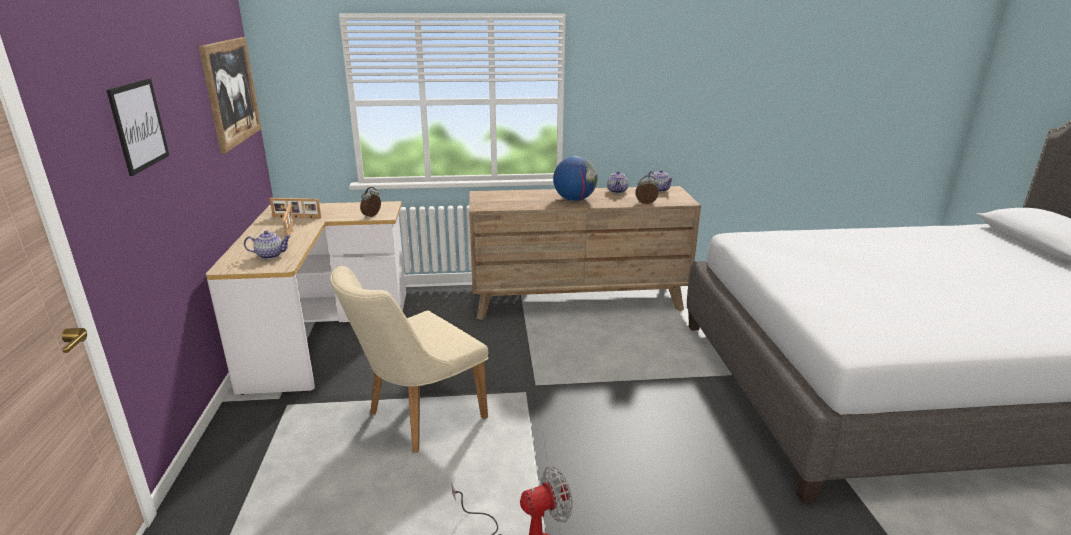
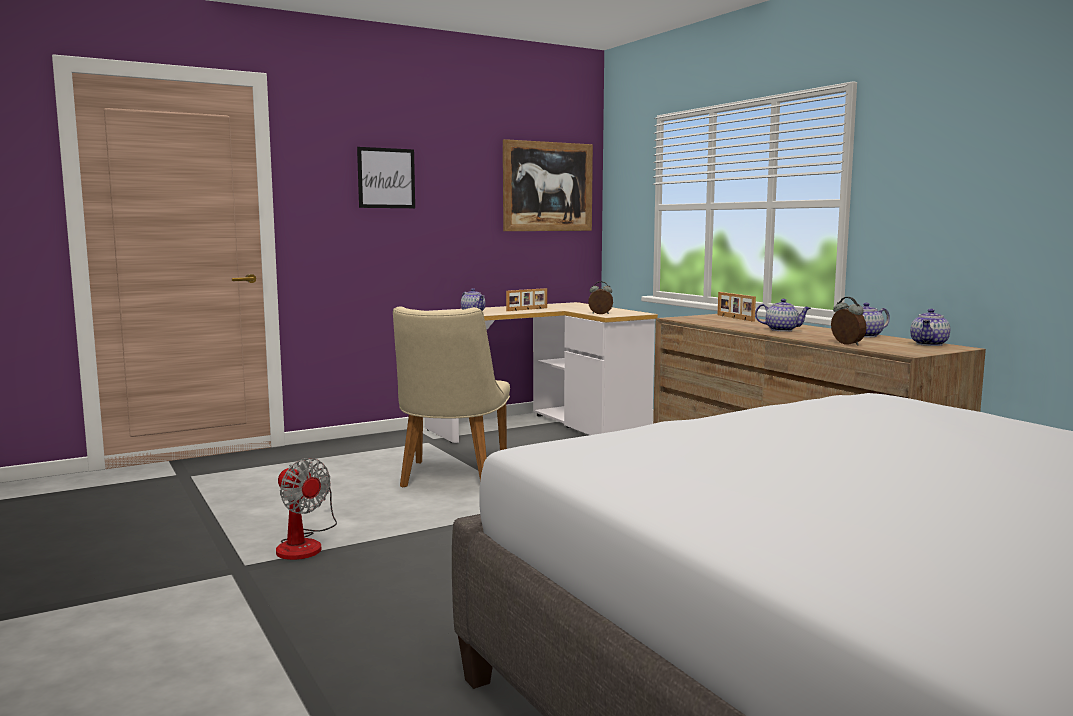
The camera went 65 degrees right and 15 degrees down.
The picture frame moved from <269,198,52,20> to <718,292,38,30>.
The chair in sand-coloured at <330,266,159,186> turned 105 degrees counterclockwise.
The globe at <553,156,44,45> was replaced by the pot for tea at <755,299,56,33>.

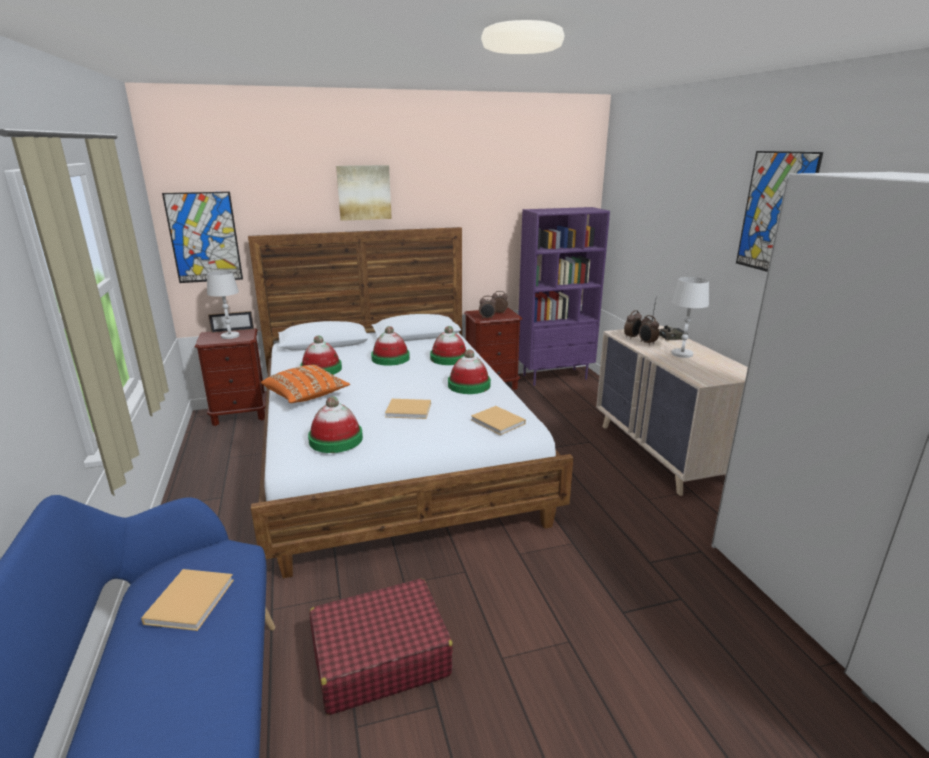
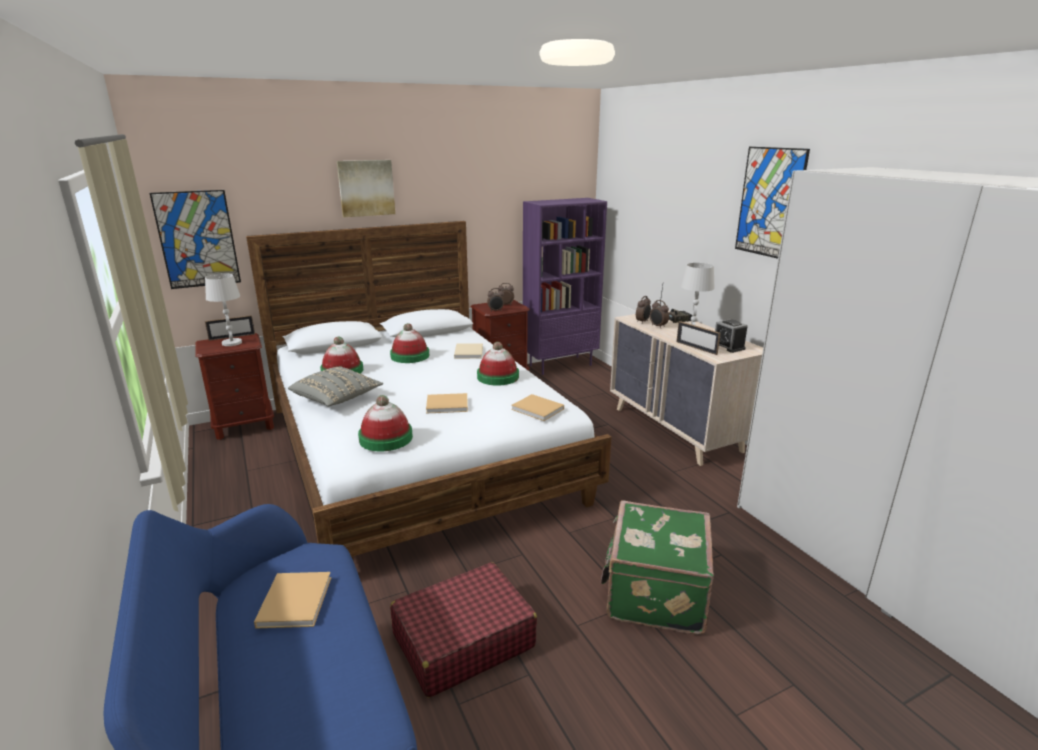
The camera went 10 degrees left and 0 degrees up.
The pillow in orange-coloured at <261,365,89,38> became the pillow in gray at <288,367,95,39>.
The hat at <430,326,36,39> was replaced by the volume in sand-coloured at <454,343,29,16>.
The travel case in greenish at <601,500,113,135> appeared.
The picture frame at <677,321,43,34> appeared.
The bedside clock at <715,319,33,34> appeared.

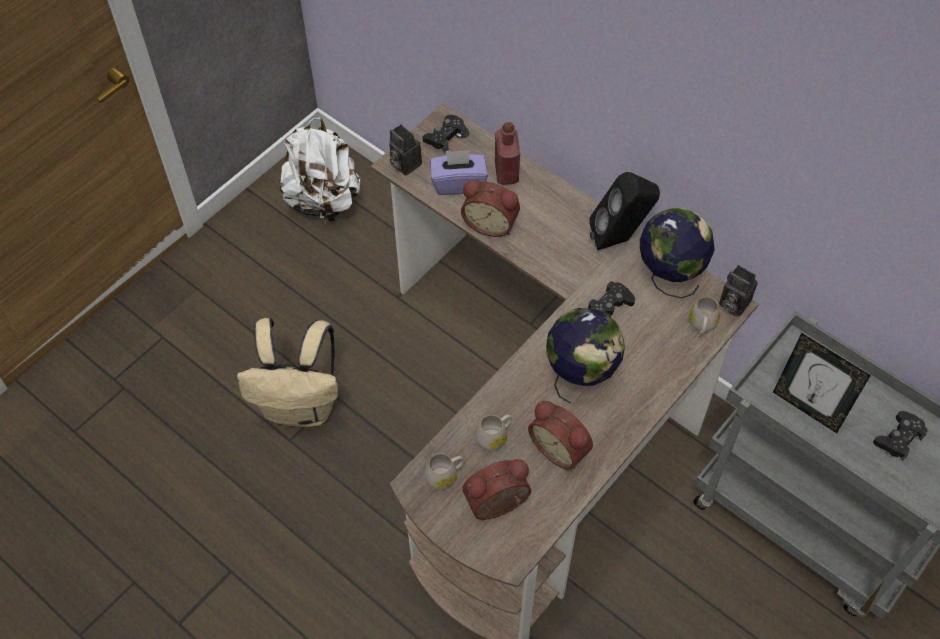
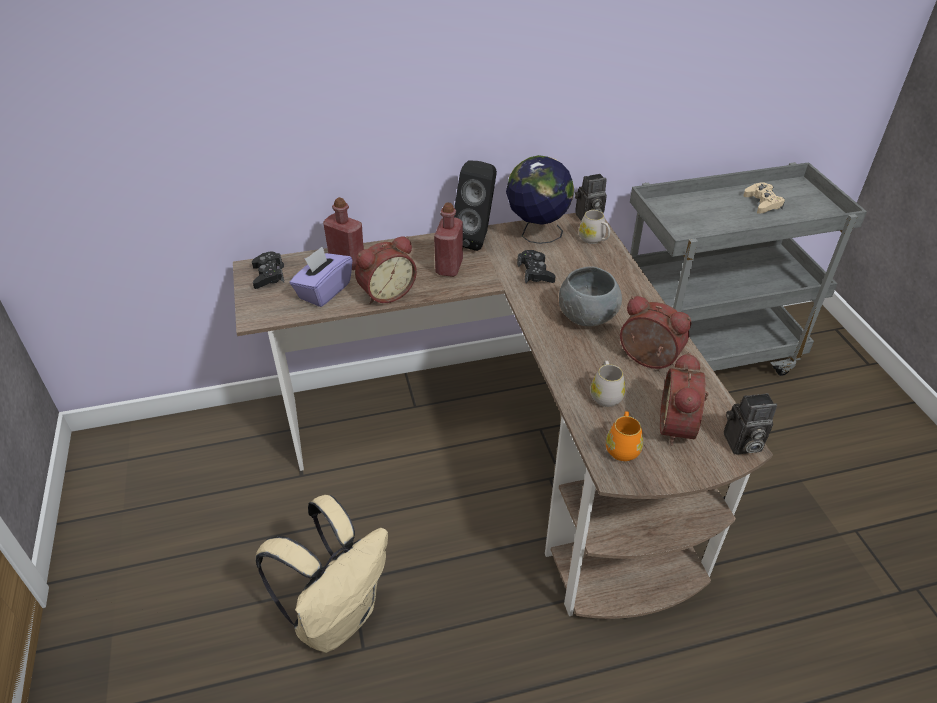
The camera went 55 degrees left and 15 degrees down.
The knapsack in white-coloured at <279,117,81,105> disappeared.
The photo camera moved from <389,125,33,51> to <724,393,53,61>.
The tea mug in white-coloured at <425,453,39,37> became the tea mug in orange-coloured at <606,411,37,50>.
The bedside clock at <528,401,65,69> turned 135 degrees counterclockwise.
The globe at <546,308,79,95> was replaced by the serving bowl in gray at <559,266,63,60>.
The picture frame at <773,333,98,100> disappeared.
The gamepad in black at <873,411,55,50> became the gamepad in sand-coloured at <743,182,42,32>.
The drink bottle in red-coloured at <434,203,29,74> appeared.

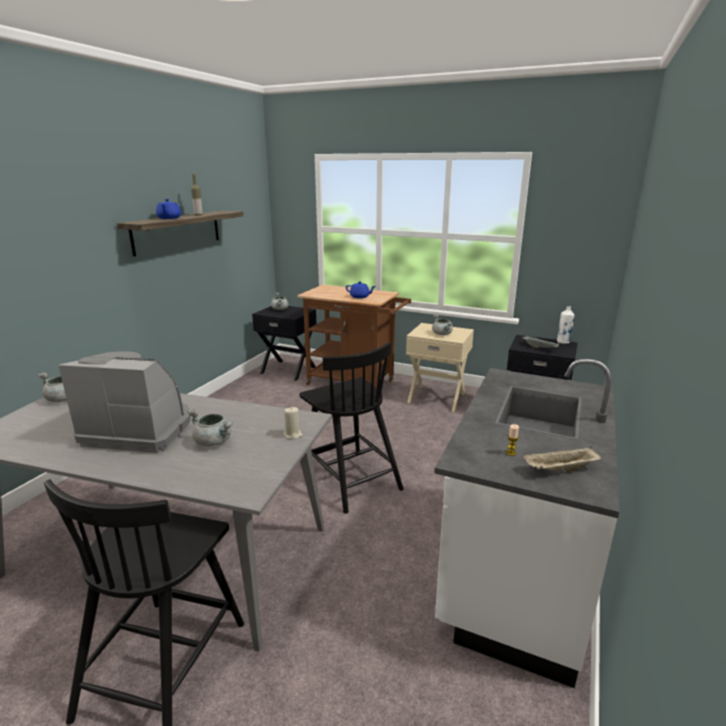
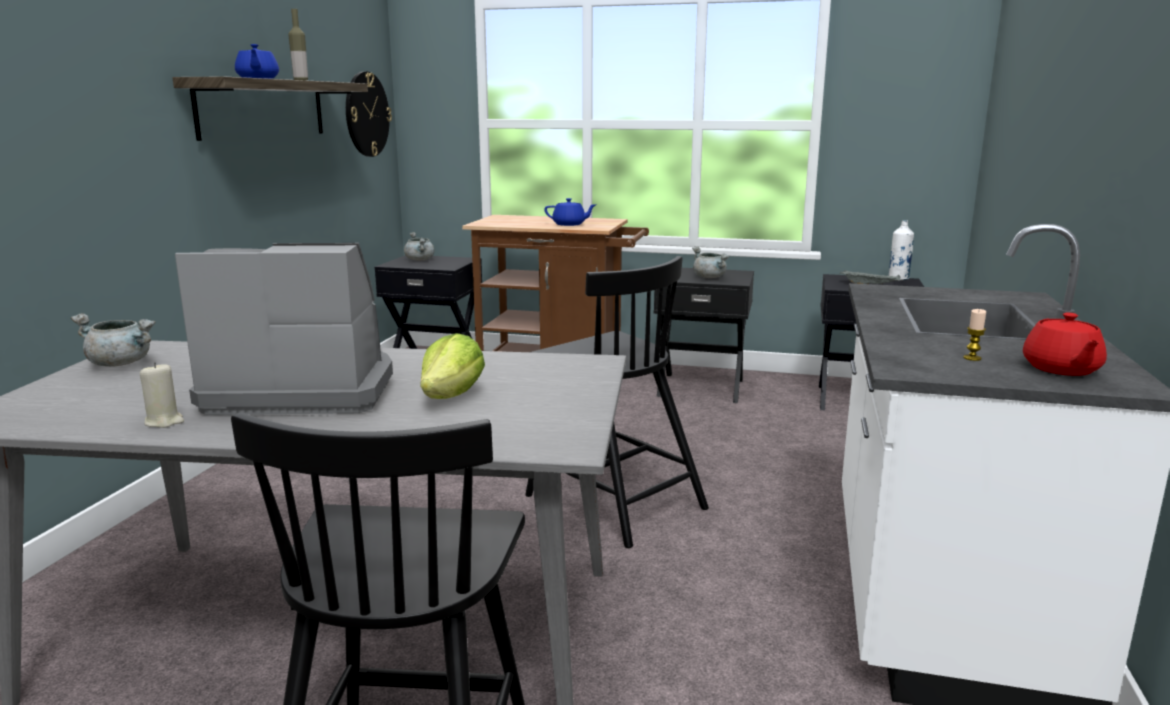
The camera went 10 degrees left and 5 degrees down.
The stockpot in gray at <188,409,45,38> was replaced by the head of lettuce at <420,333,65,66>.
The candle in sand-coloured moved from <284,407,19,32> to <140,362,44,66>.
The night table in sand-coloured at <406,323,68,89> became the night table in black at <654,268,100,135>.
The carrying tray in sand-coloured at <523,447,79,25> was replaced by the pot for tea in red-coloured at <1023,313,84,63>.
The hanging clock at <346,71,46,86> appeared.

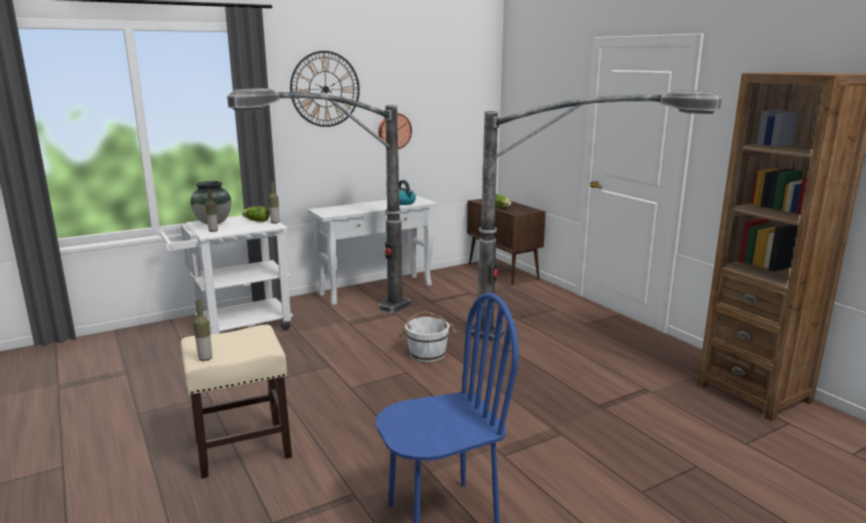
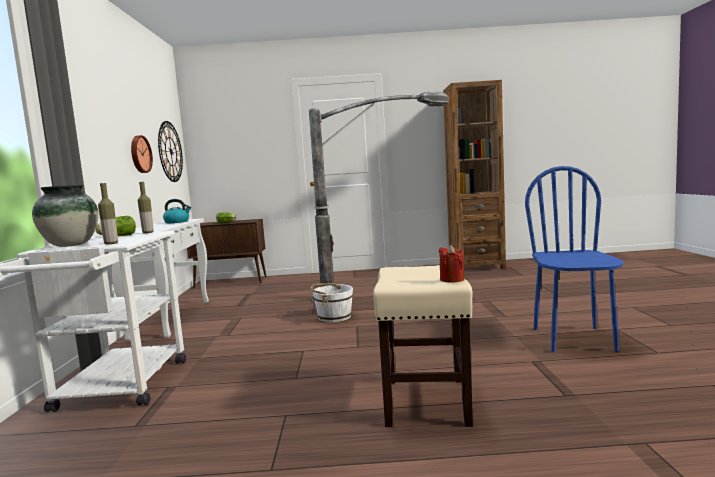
The camera went 60 degrees left and 10 degrees down.
The drink bottle at <193,299,19,62> was replaced by the candle in red-coloured at <439,245,25,38>.
The floor lamp at <227,88,184,225> disappeared.
The hanging clock moved from <290,51,70,76> to <158,121,25,61>.

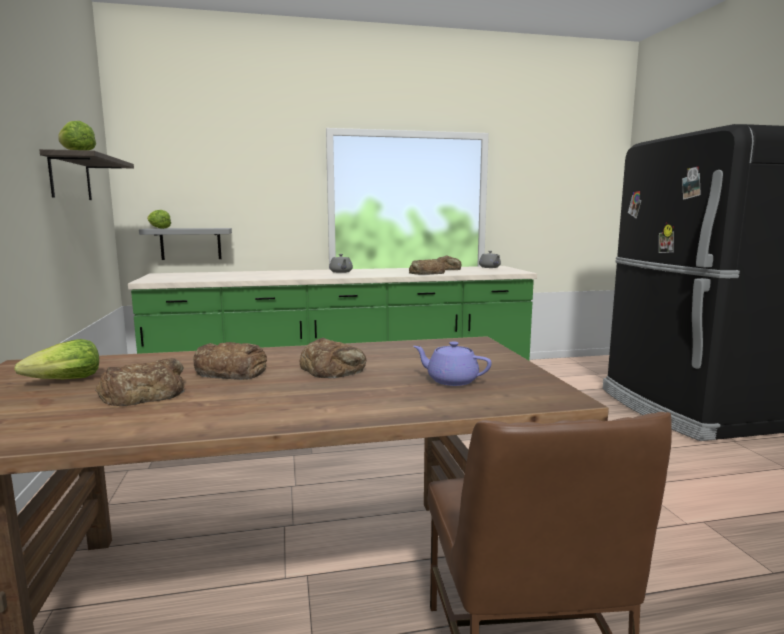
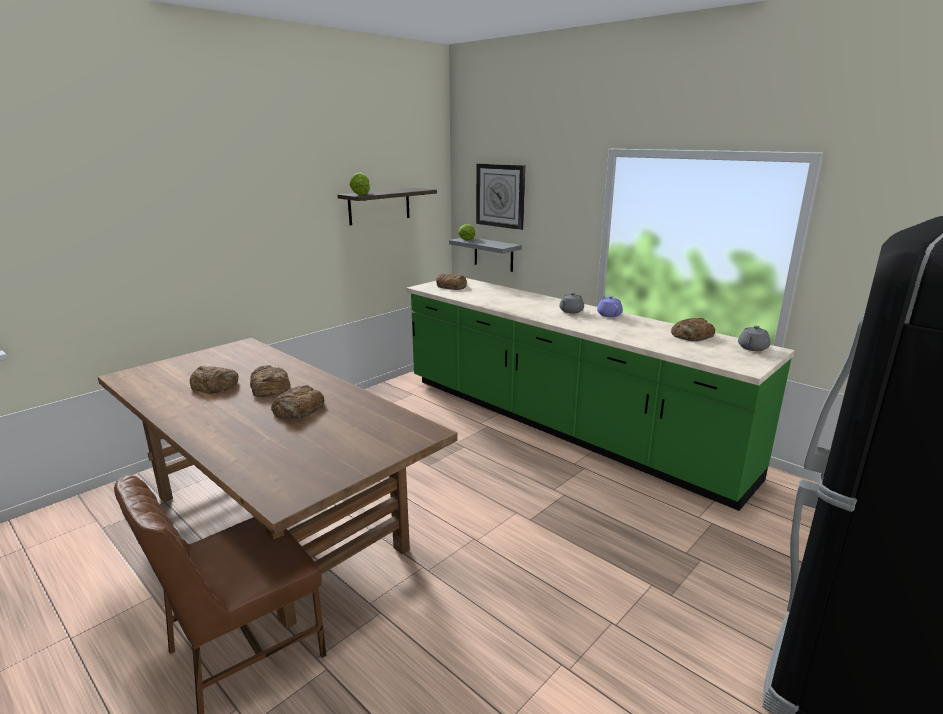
The camera went 55 degrees right and 10 degrees up.
The head of lettuce at <14,339,85,40> disappeared.
The bakery bread moved from <409,259,36,16> to <436,274,31,16>.
The pot for tea in purple-coloured moved from <413,342,79,44> to <597,295,26,22>.
The hanging clock at <476,163,49,67> appeared.

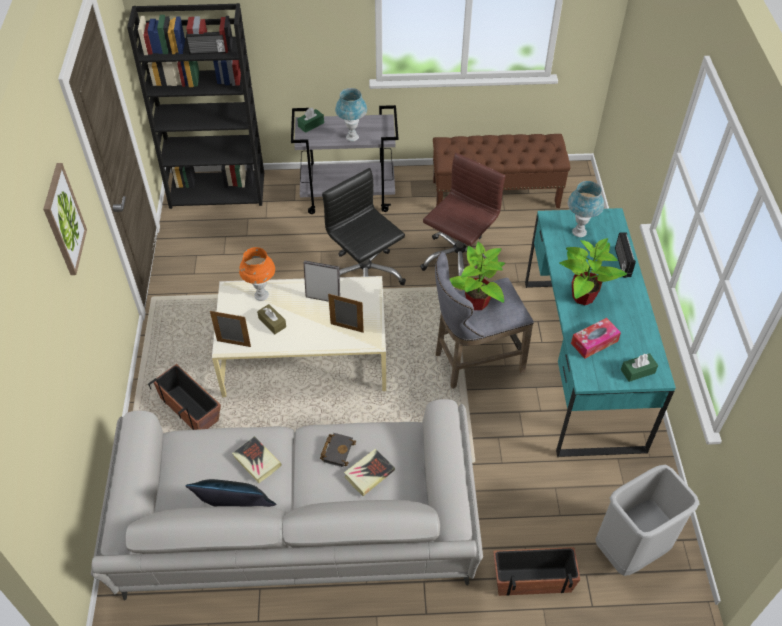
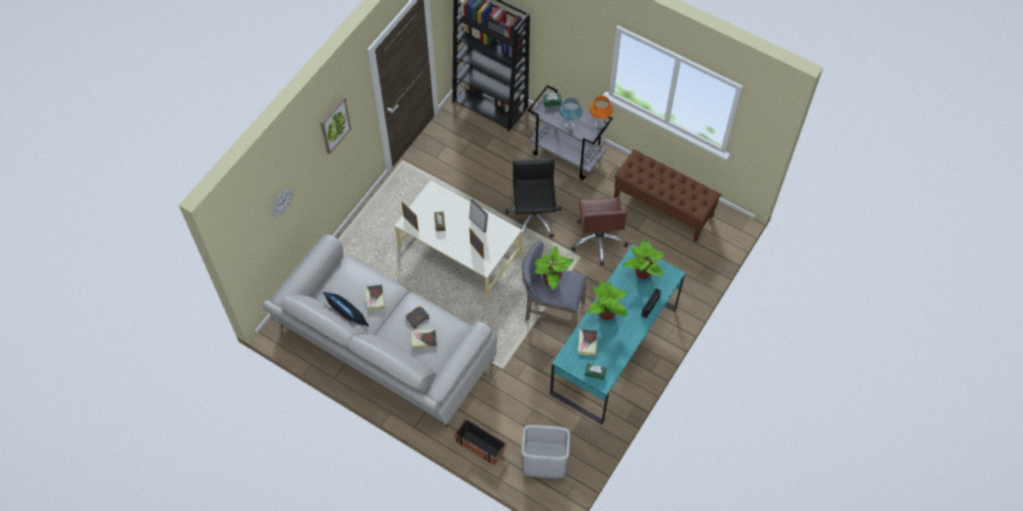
The camera went 35 degrees right and 10 degrees up.
The planter at <148,364,73,66> disappeared.
The tabletop lamp in orange-coloured moved from <239,247,36,54> to <589,96,24,32>.
The office chair in brown-coloured at <420,153,85,123> turned 105 degrees clockwise.
The tabletop lamp in blue-coloured at <568,181,36,56> was replaced by the potted plant at <623,240,42,39>.
The tissue holder at <571,318,50,41> was replaced by the volume at <578,329,20,26>.
The hanging clock at <272,188,21,29> appeared.

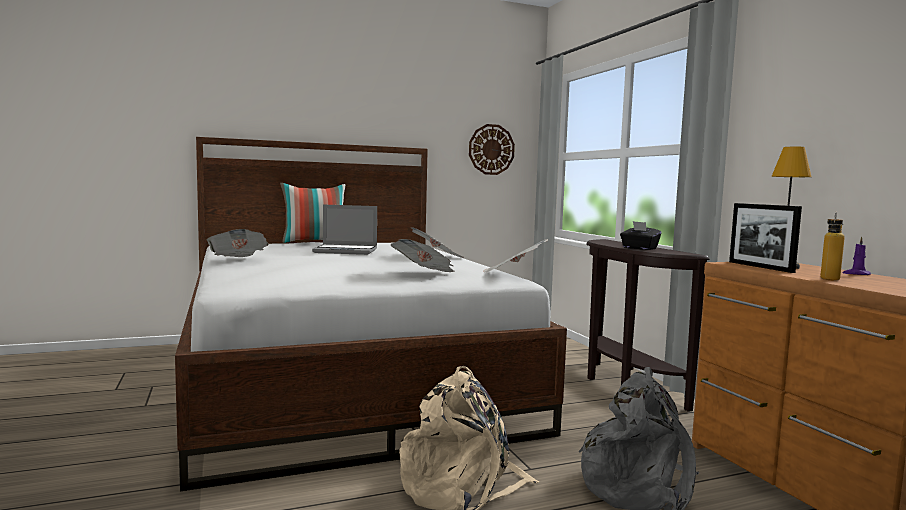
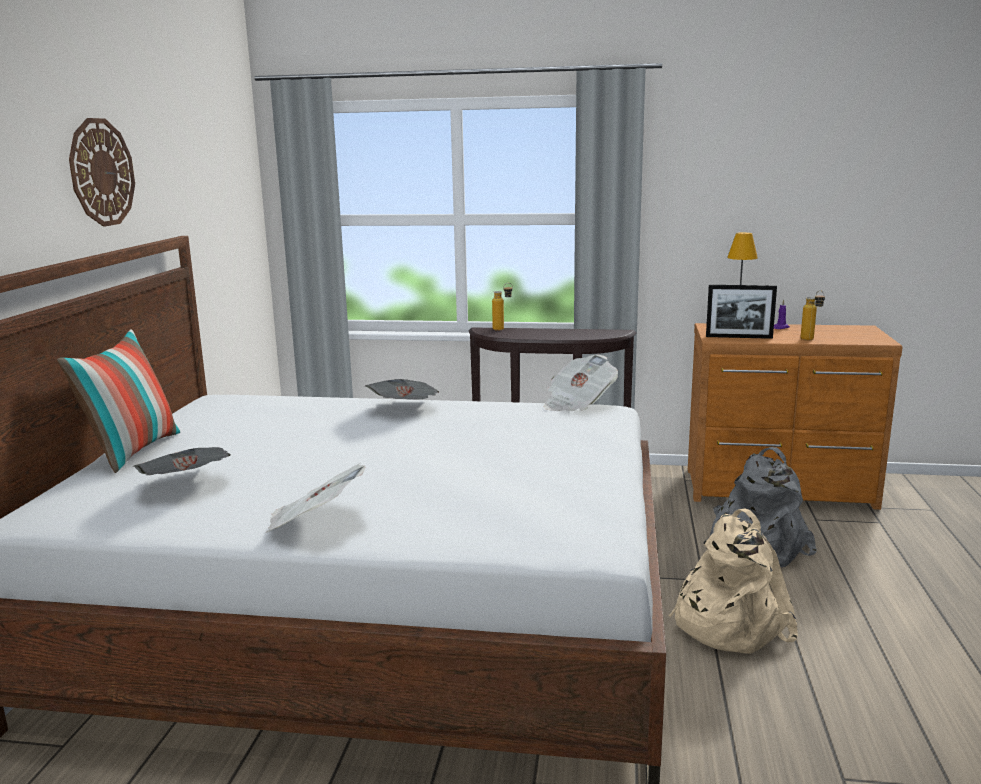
The camera went 60 degrees left and 10 degrees up.
The portable computer at <312,205,65,50> disappeared.
The printed paper moved from <391,239,64,33> to <133,447,98,28>.
The hanging clock moved from <469,124,46,51> to <69,118,66,109>.
The tissue holder in black at <620,221,41,29> disappeared.
The drink bottle at <492,283,21,47> appeared.

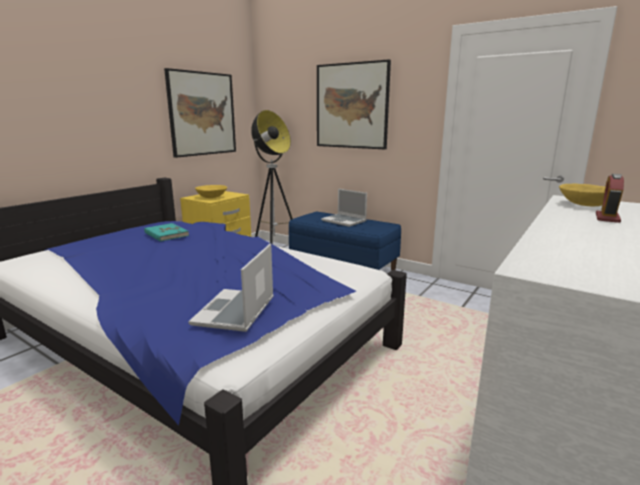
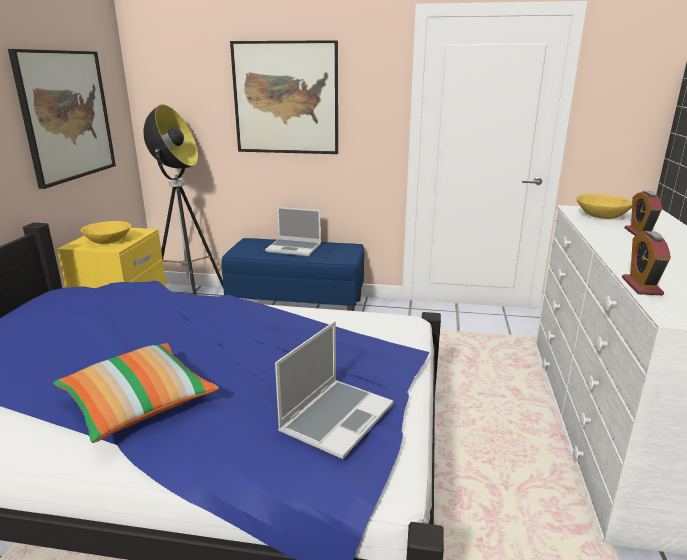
The camera went 25 degrees left and 5 degrees up.
The volume in turquoise-coloured at <144,223,45,19> disappeared.
The portable computer at <188,243,86,89> turned 135 degrees counterclockwise.
The pillow at <53,343,166,100> appeared.
The bedside clock at <622,231,49,64> appeared.

